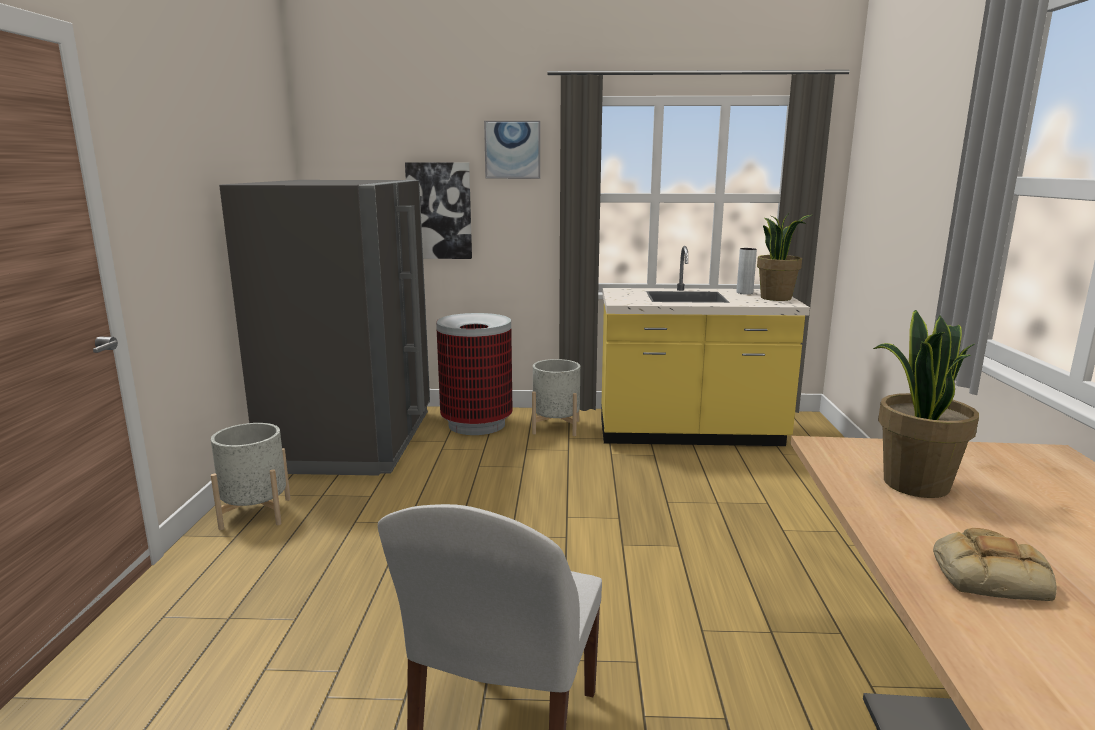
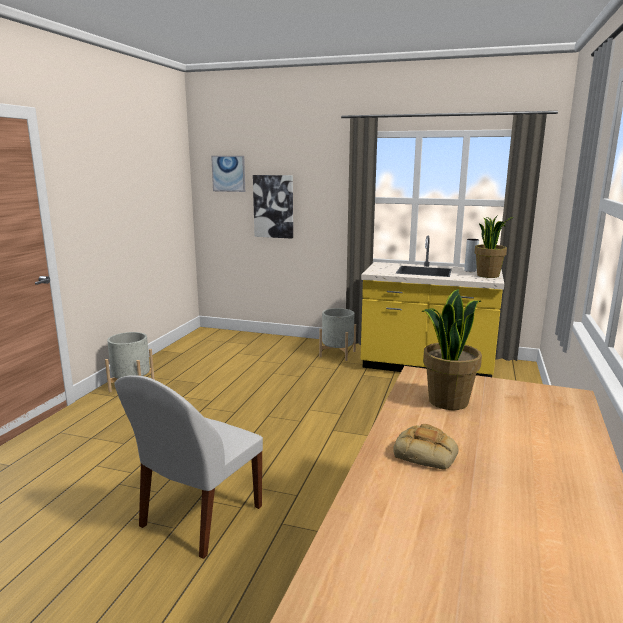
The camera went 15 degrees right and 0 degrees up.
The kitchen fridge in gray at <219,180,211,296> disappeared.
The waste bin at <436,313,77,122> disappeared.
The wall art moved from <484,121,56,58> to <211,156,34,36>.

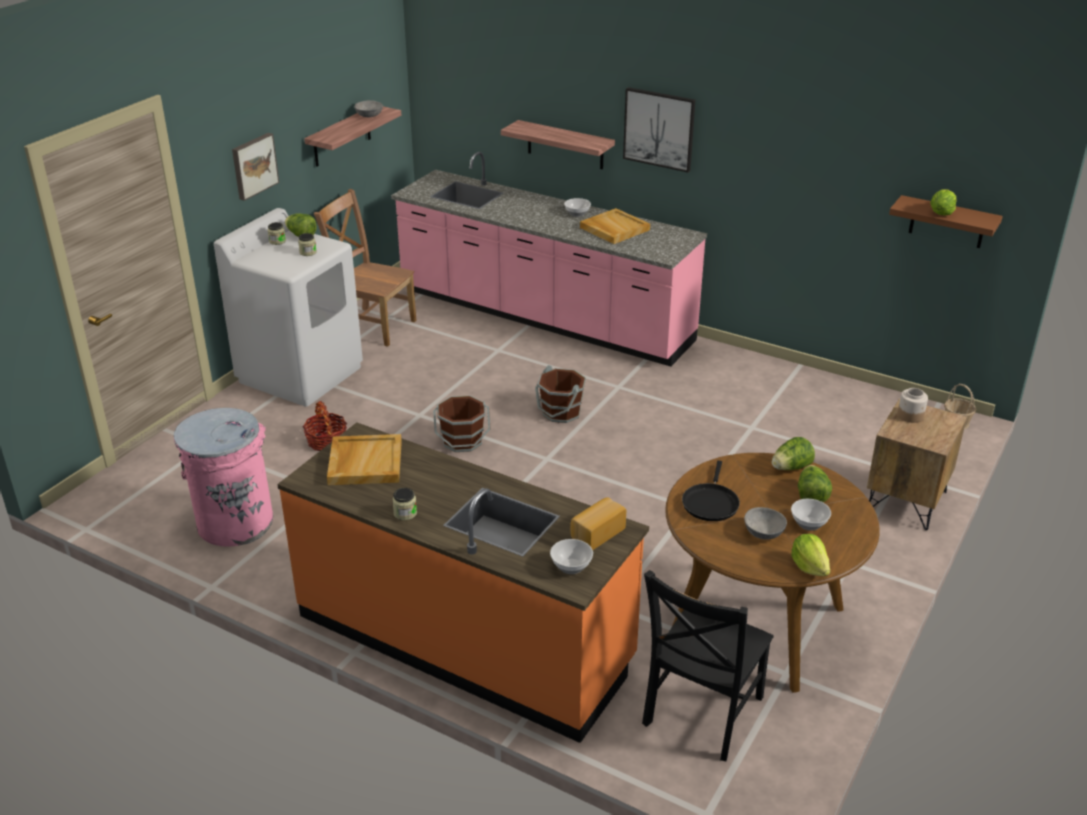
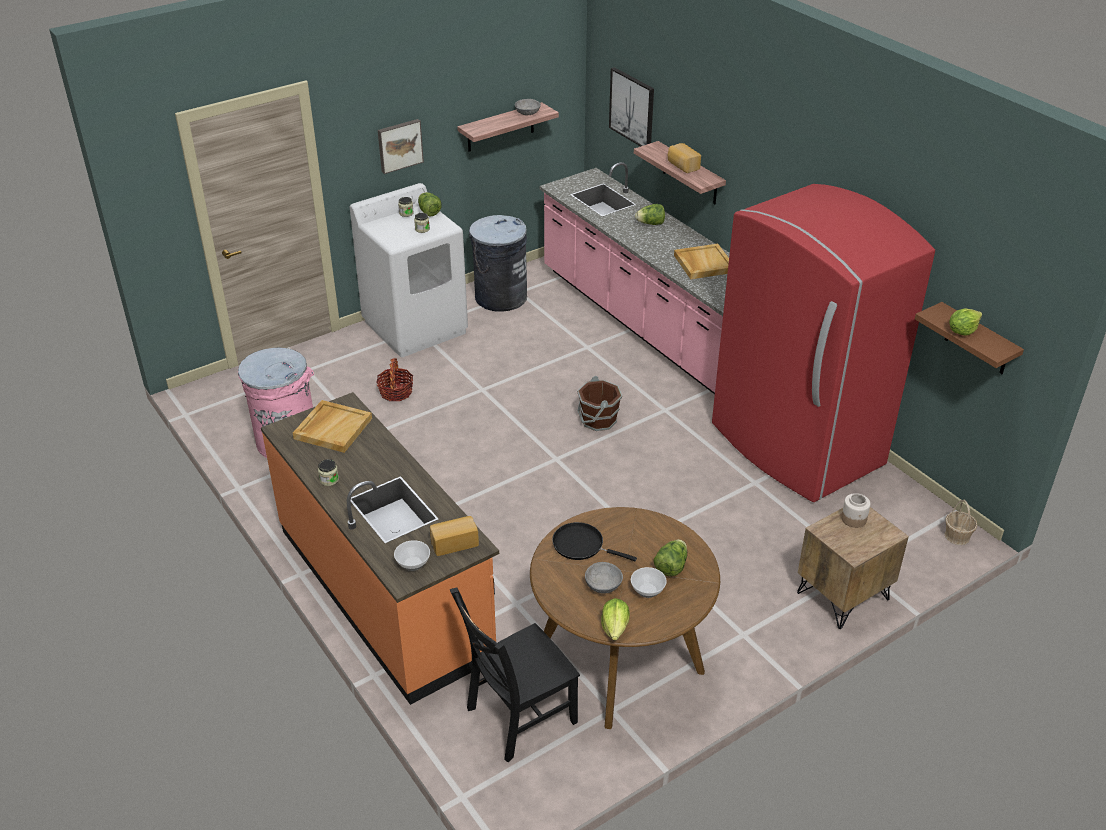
The camera went 25 degrees right and 5 degrees up.
The chair in brown-coloured at <314,189,103,158> was replaced by the waste bin in gray at <469,215,58,96>.
The bucket in brown-coloured at <433,396,57,56> disappeared.
The serving bowl at <564,198,27,19> disappeared.
The wall art moved from <623,87,72,86> to <609,67,45,80>.
The pan in black at <682,461,58,60> turned 75 degrees clockwise.
The head of lettuce moved from <772,437,43,33> to <635,204,30,21>.
The bakery bread at <668,143,33,30> appeared.
The kitchen fridge in red-coloured at <712,184,223,318> appeared.

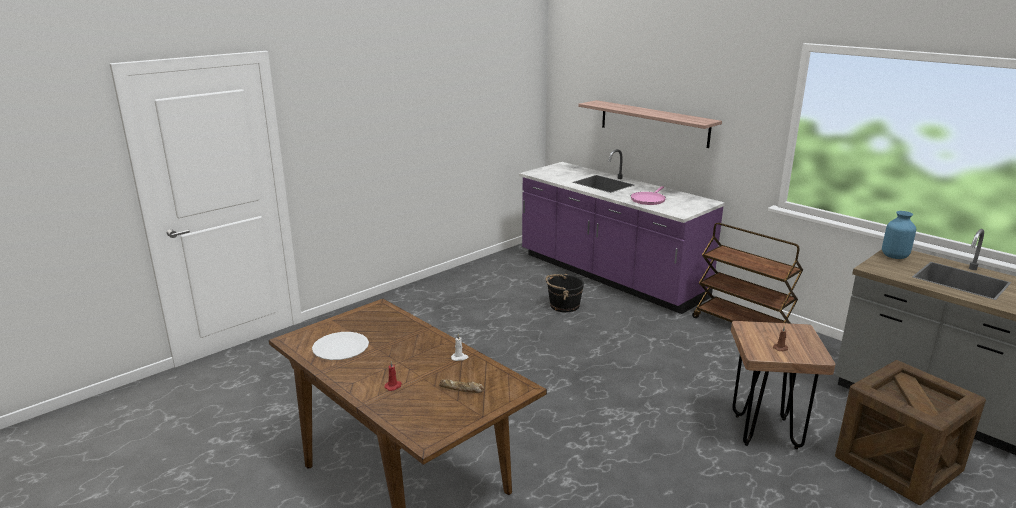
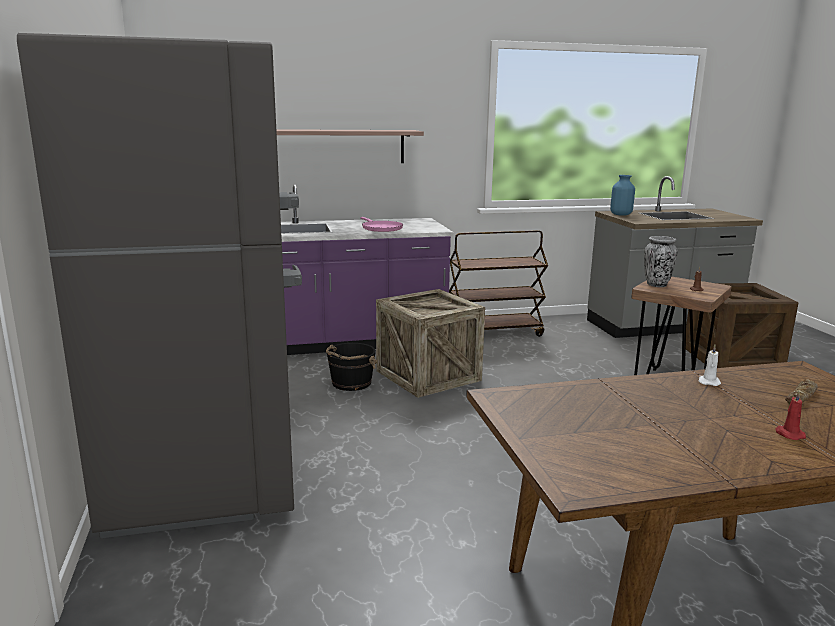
The camera went 60 degrees left and 5 degrees down.
The dinner plate in white-coloured at <312,332,57,28> disappeared.
The kitchen fridge in gray at <17,33,285,505> appeared.
The packing crate at <376,289,109,109> appeared.
The flower vase at <644,236,34,51> appeared.

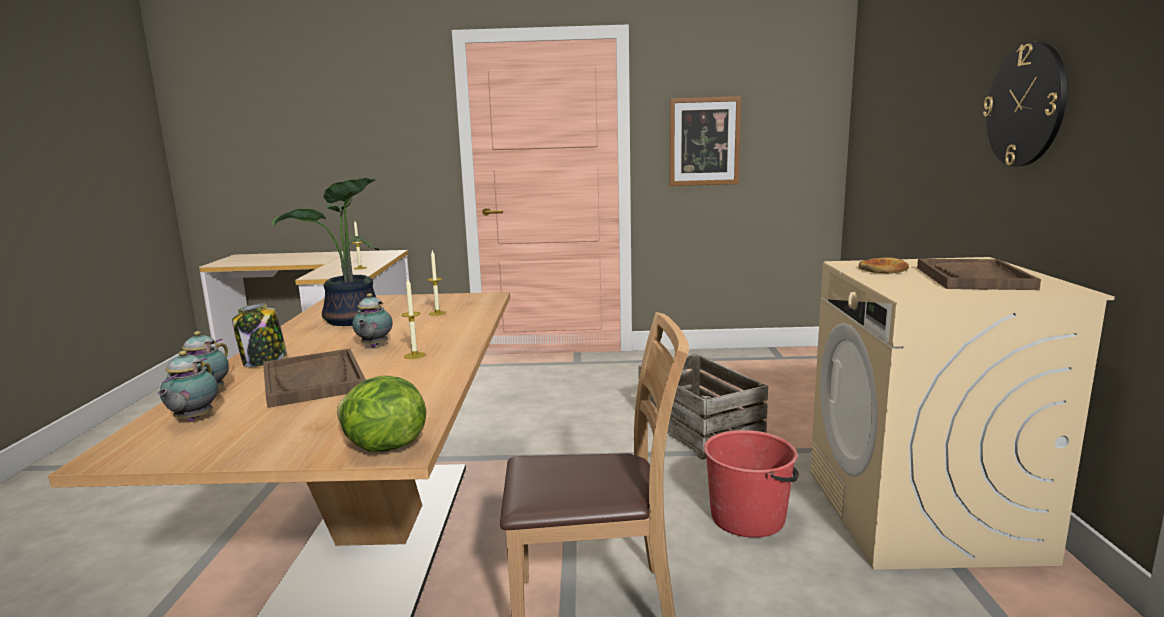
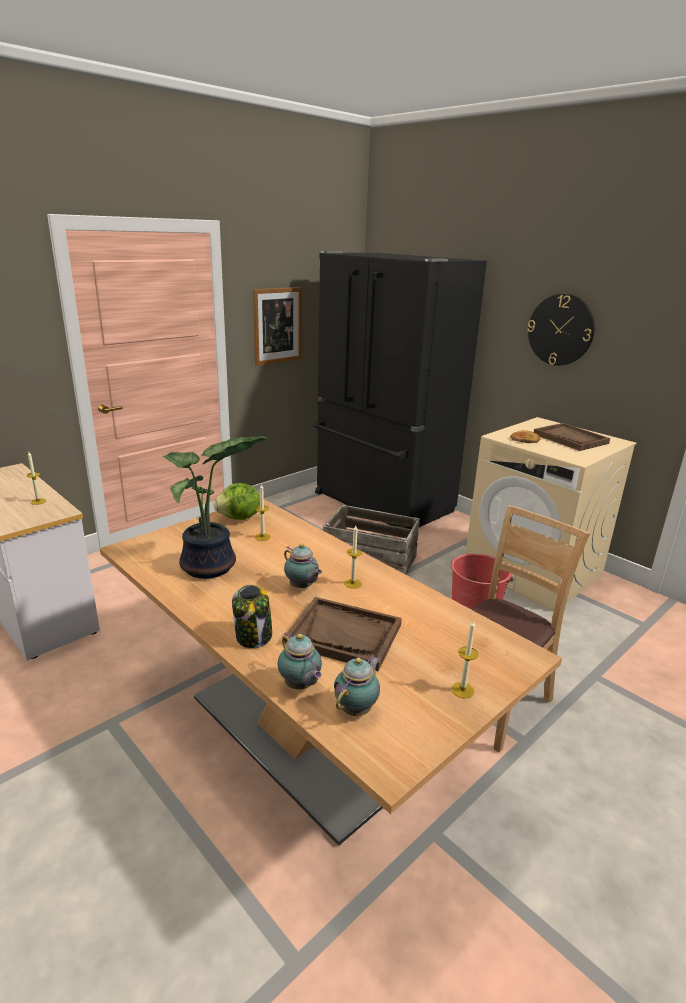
The camera went 45 degrees left and 10 degrees up.
The pot for tea at <157,351,61,71> turned 105 degrees counterclockwise.
The head of lettuce moved from <337,375,89,77> to <213,483,47,37>.
The kitchen fridge in black at <314,251,173,278> appeared.
The candle at <451,621,27,77> appeared.

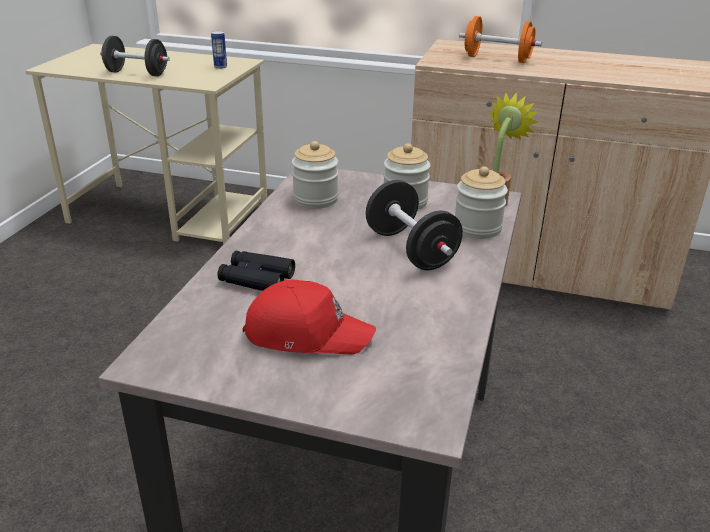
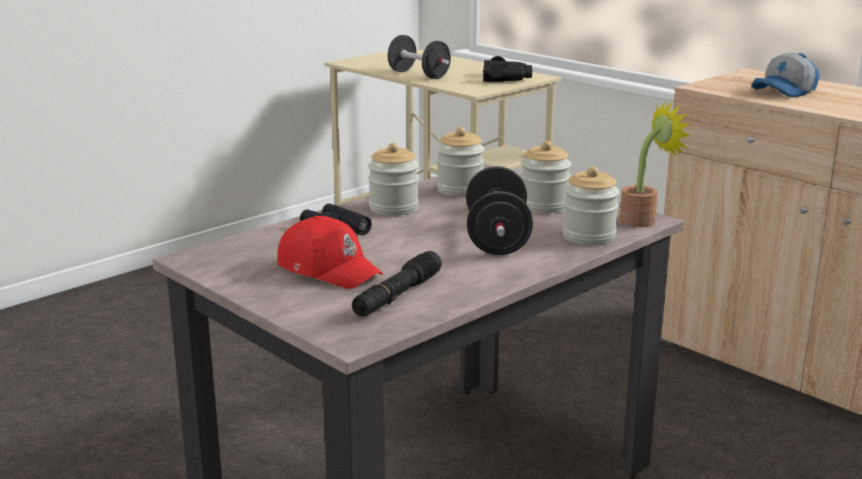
The camera went 30 degrees right and 10 degrees down.
The sealed can at <211,31,16,38> was replaced by the pair of binoculars in black at <483,56,49,26>.
The dumbbell in orange-coloured at <459,16,83,47> was replaced by the peaked cap at <752,53,68,44>.
The torch in black at <352,251,90,66> appeared.
The jar at <368,143,51,73> appeared.

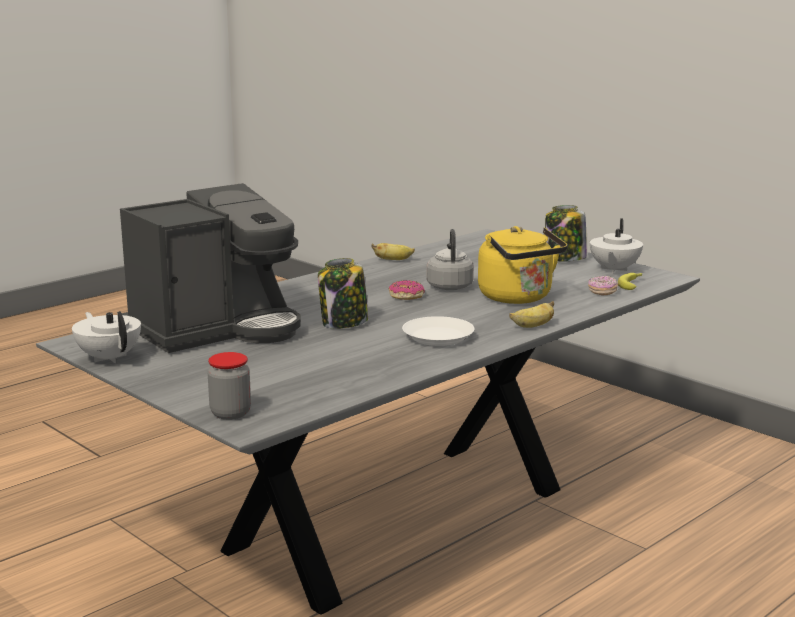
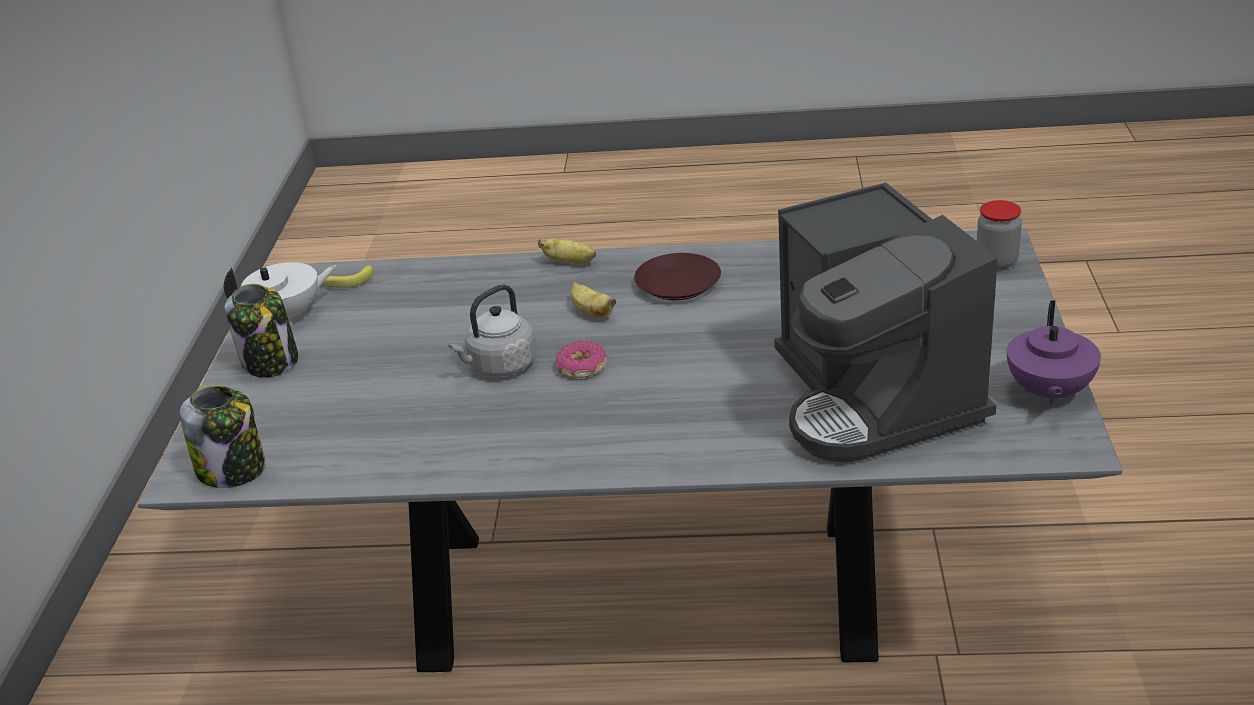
The camera went 130 degrees left and 15 degrees up.
The pot for tea in white-coloured at <72,311,69,52> became the pot for tea in purple-coloured at <1007,300,94,106>.
The coffee machine at <120,183,181,170> turned 120 degrees counterclockwise.
The jar moved from <318,258,51,71> to <180,385,85,103>.
The whole banana moved from <371,243,44,17> to <570,282,46,36>.
The dinner plate in white-coloured at <402,316,73,30> became the dinner plate in brown-coloured at <634,253,87,47>.
The kettle in yellowish at <478,226,89,78> disappeared.
The doughnut at <588,276,30,19> disappeared.

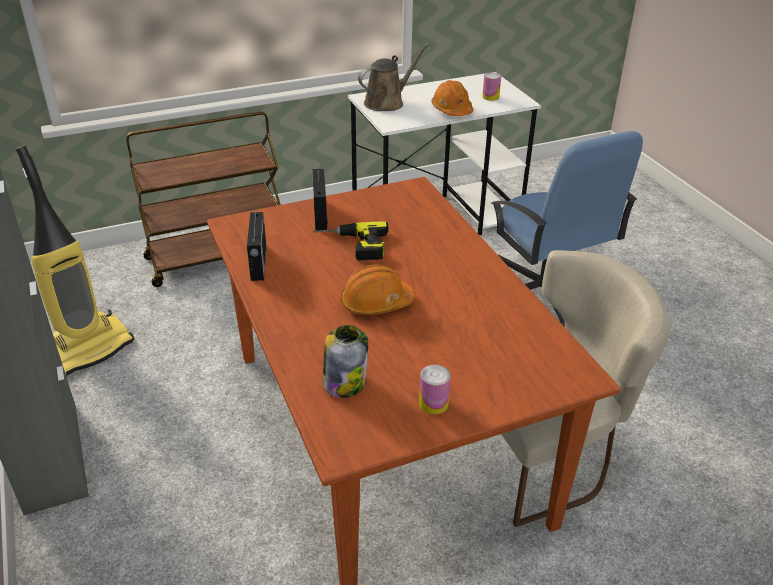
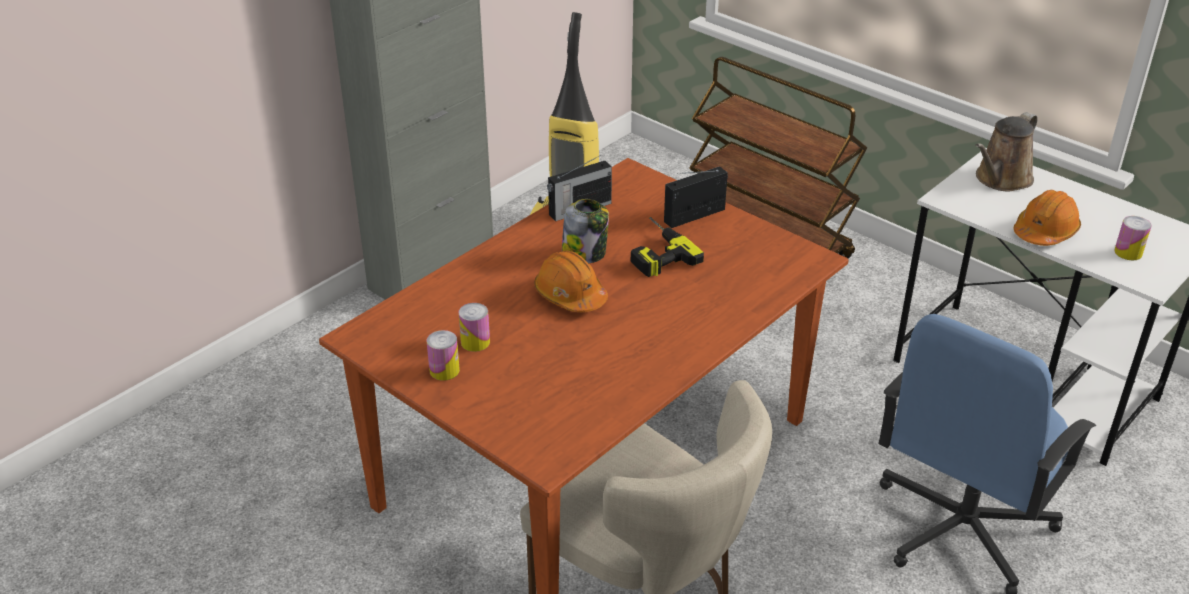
The camera went 65 degrees right and 0 degrees up.
The jar moved from <323,325,45,73> to <562,199,47,64>.
The sprinkling can in brown-coloured at <358,43,71,68> turned 105 degrees clockwise.
The sealed can at <458,303,32,49> appeared.

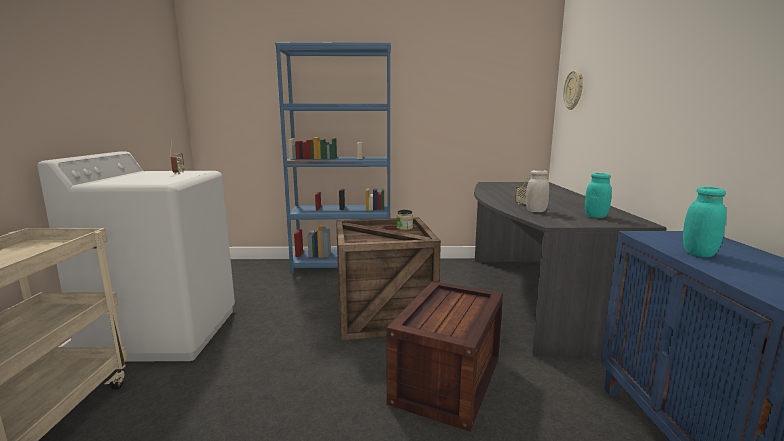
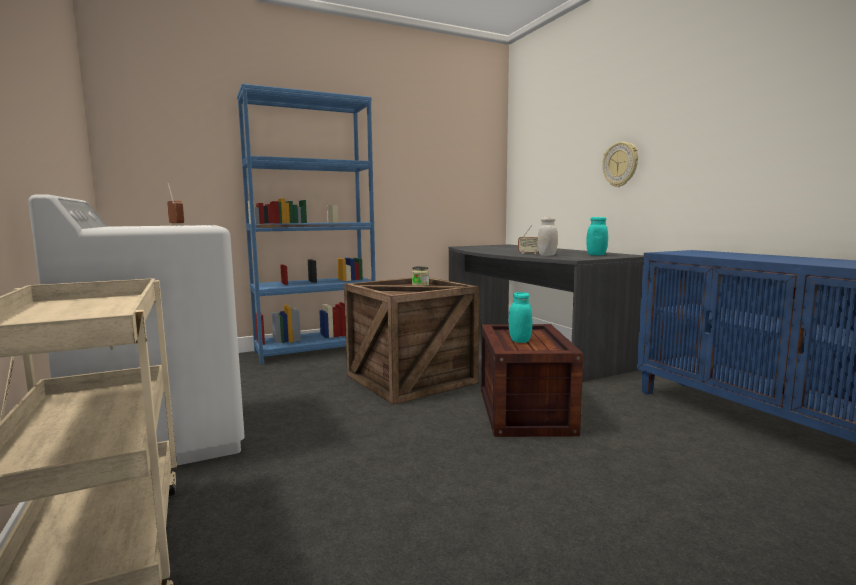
The camera went 25 degrees left and 5 degrees down.
The hanging clock moved from <563,70,20,40> to <603,142,35,45>.
The jar in turquoise-coloured moved from <683,187,43,70> to <509,292,23,51>.

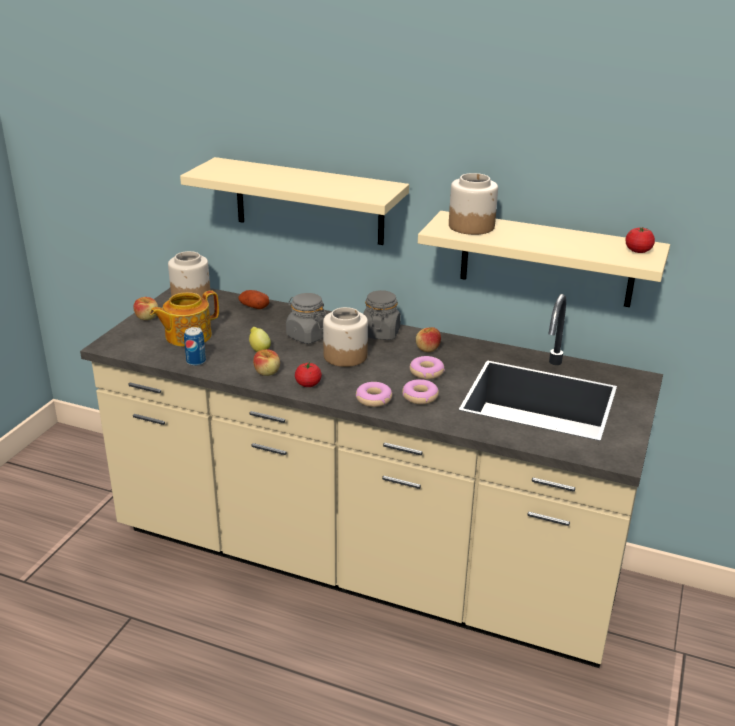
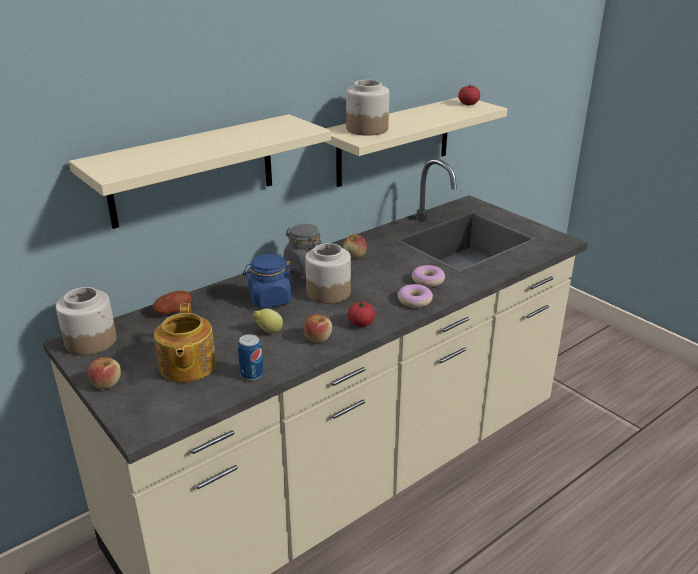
The camera went 60 degrees left and 0 degrees up.
The jar in gray at <286,293,40,51> became the jar in blue-coloured at <243,254,51,54>.
The doughnut at <410,356,35,23> disappeared.

